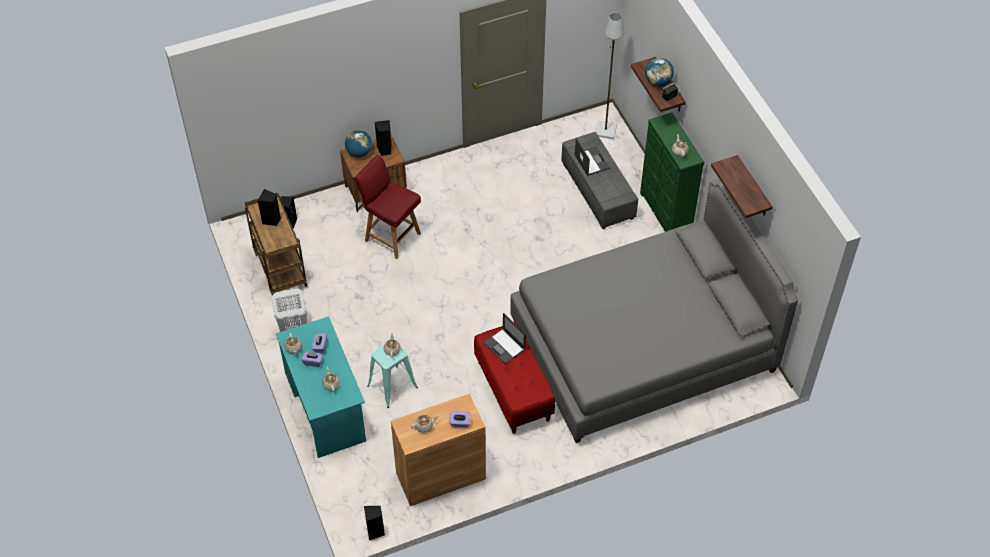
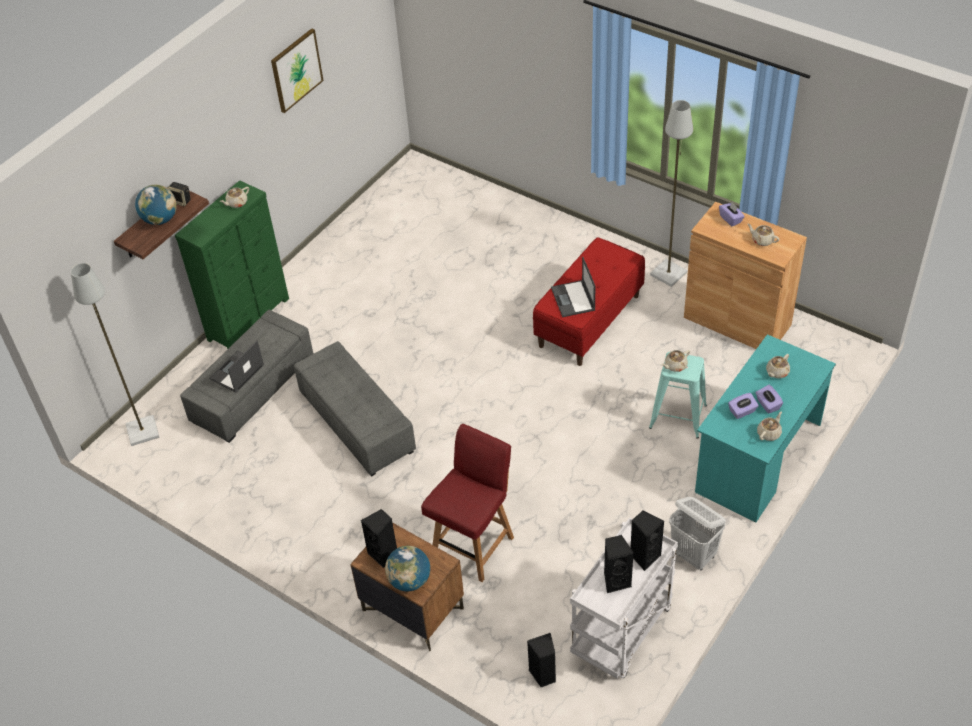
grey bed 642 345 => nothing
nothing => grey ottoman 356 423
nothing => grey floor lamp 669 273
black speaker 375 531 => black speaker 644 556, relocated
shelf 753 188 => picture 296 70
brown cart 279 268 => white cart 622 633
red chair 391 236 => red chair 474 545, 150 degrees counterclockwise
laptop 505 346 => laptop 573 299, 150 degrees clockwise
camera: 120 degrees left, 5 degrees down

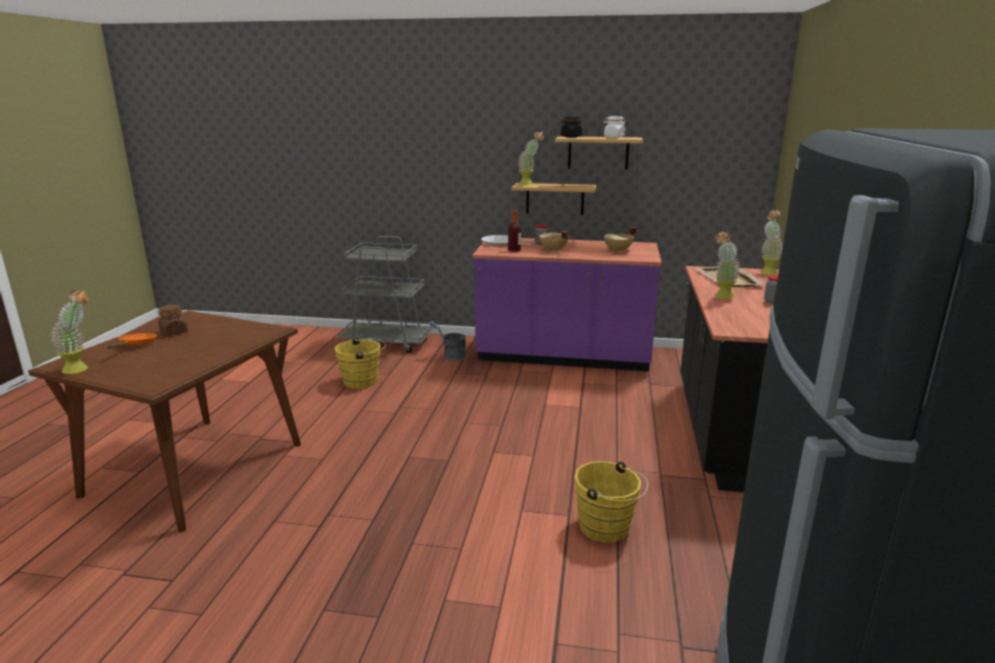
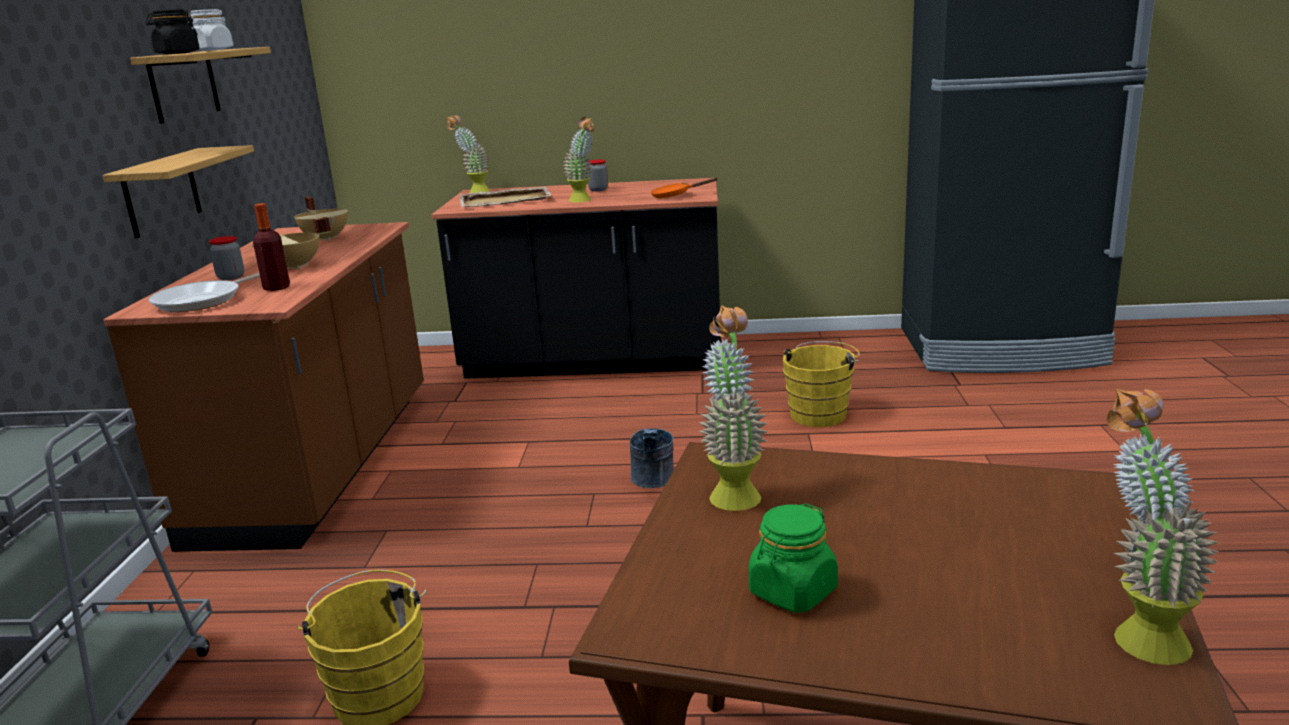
orange frying pan 136 345 => orange frying pan 675 196, relocated
grey bucket 450 356 => grey bucket 653 482, relocated
potted plant 529 184 => potted plant 733 491, relocated
brown jar 174 332 => green jar 792 592
purple counter 563 356 => brown counter 322 465
camera: 95 degrees left, 0 degrees up

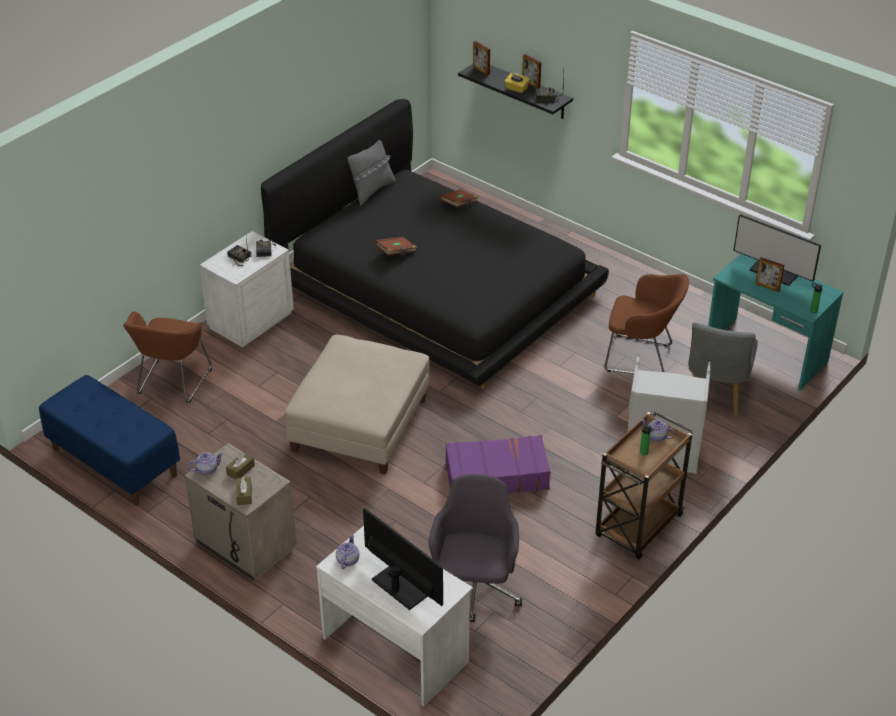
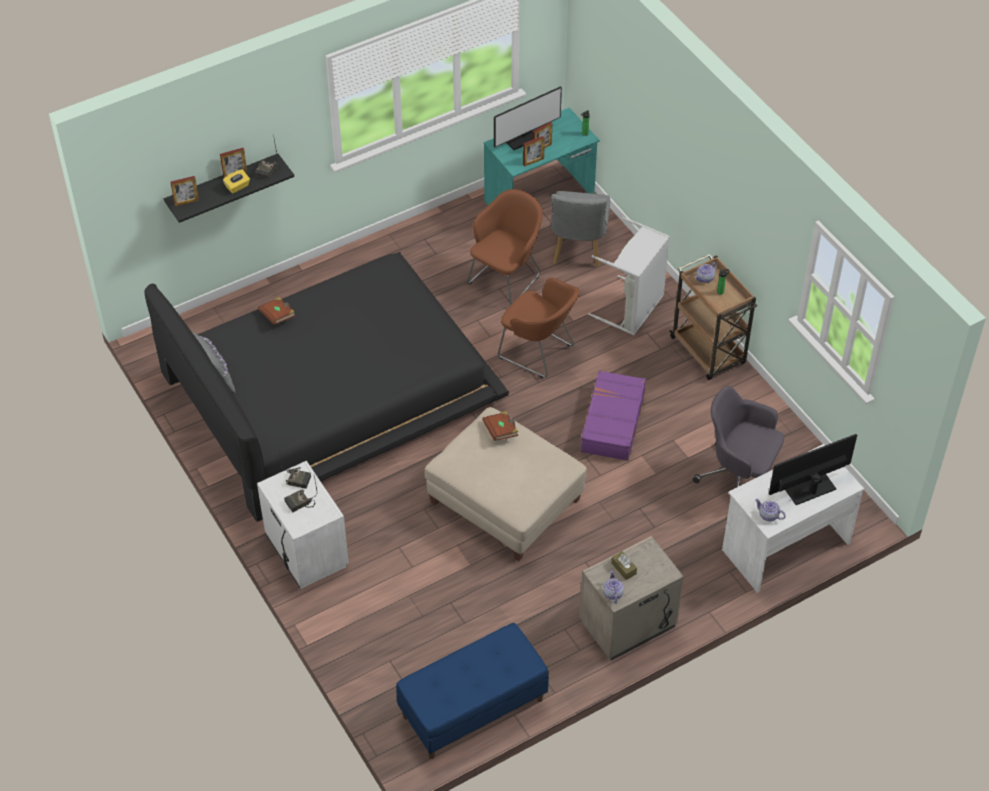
brown tissue box 244 495 => nothing
nothing => picture frame 533 161
brown armchair 172 383 => brown armchair 539 352, relocated
brown book 396 252 => brown book 501 431, relocated
grey chair 715 397 => grey chair 578 250, 60 degrees clockwise
camera: 70 degrees left, 10 degrees up

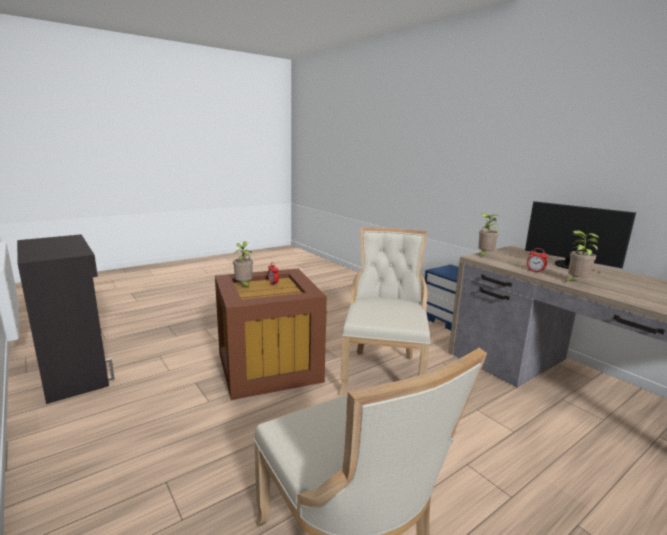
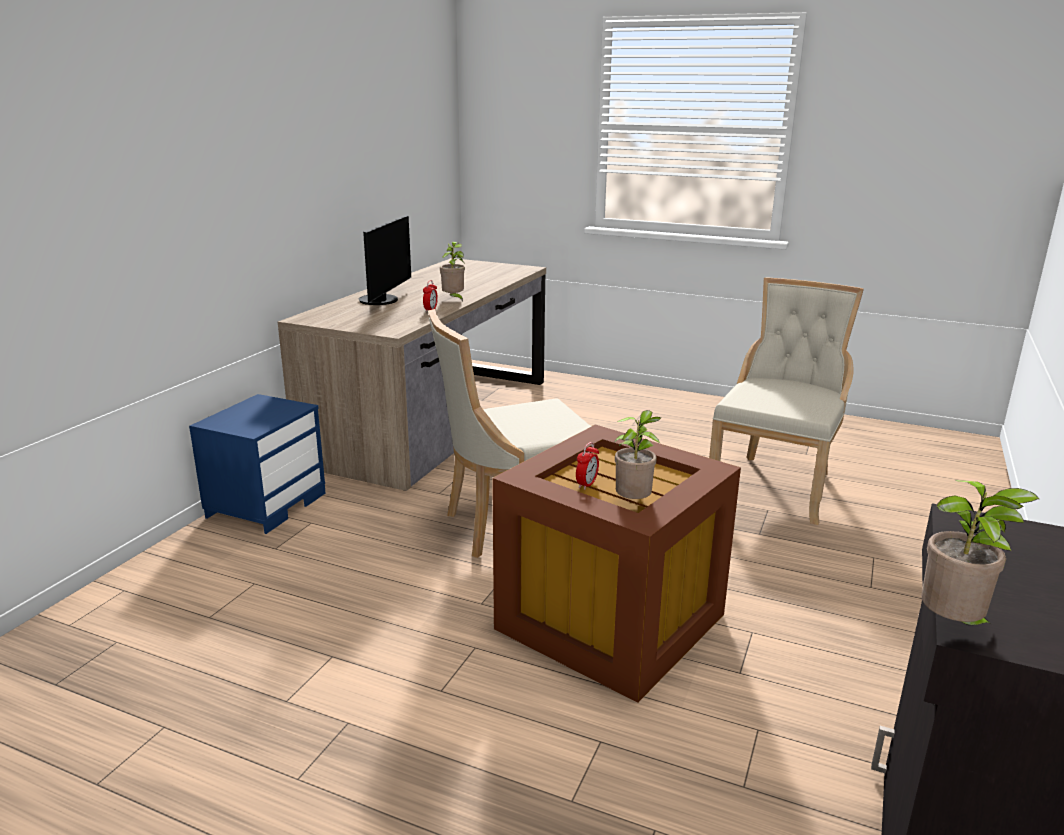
potted plant 484 255 => potted plant 953 627, relocated
camera: 120 degrees left, 5 degrees up

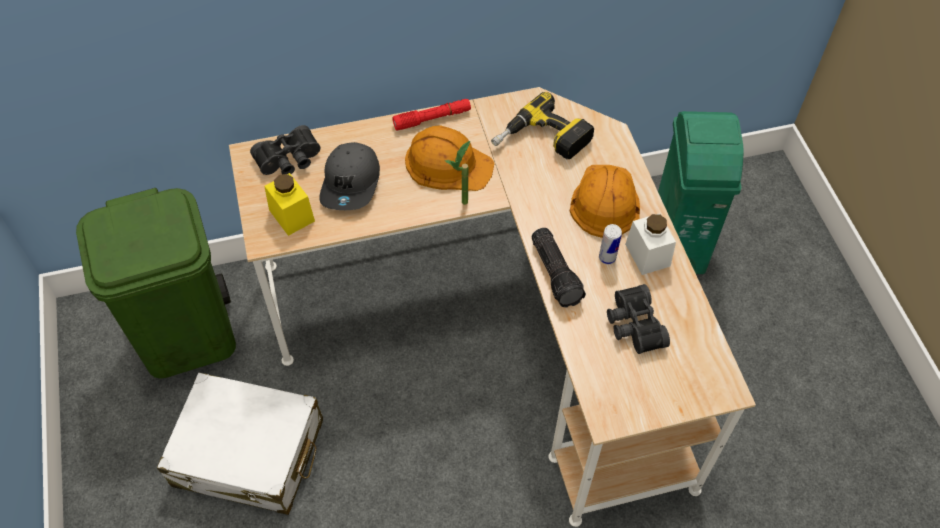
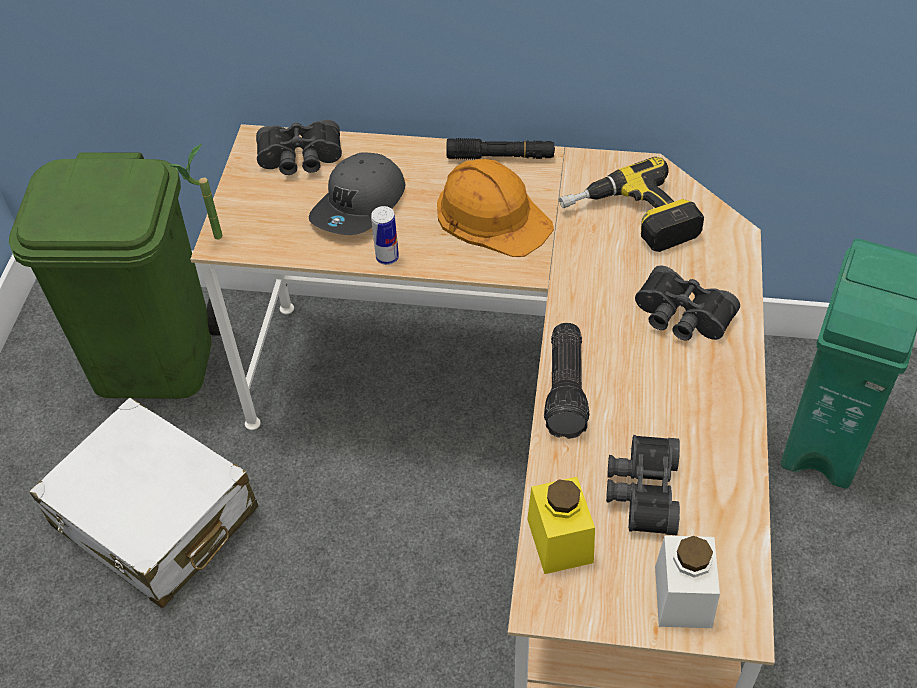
yellow jar 291 215 => yellow jar 560 541, relocated
potted plant 460 206 => potted plant 209 239, relocated
can 607 258 => can 387 257, relocated
white jar 647 255 => white jar 683 596, relocated
orange hard hat 605 201 => black binoculars 681 318
red flashlight 432 119 => black flashlight 500 157
camera: 25 degrees right, 5 degrees down

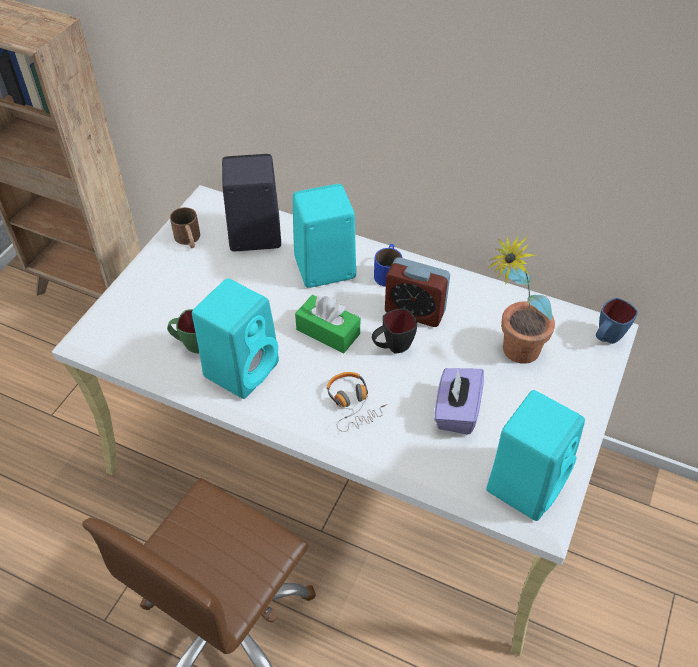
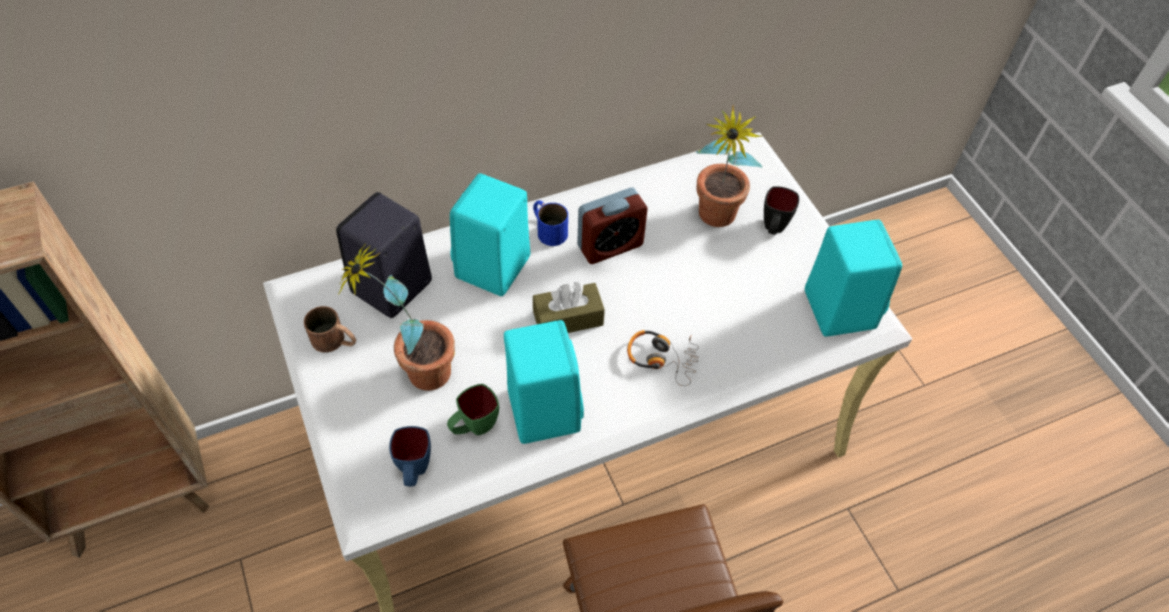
purple tissue box 456 411 => nothing
nothing => potted plant 415 371
black mug 392 347 => black mug 773 229, relocated
blue mug 606 339 => blue mug 414 472, relocated
green tissue box 328 332 => brown tissue box 568 318
camera: 50 degrees left, 5 degrees up

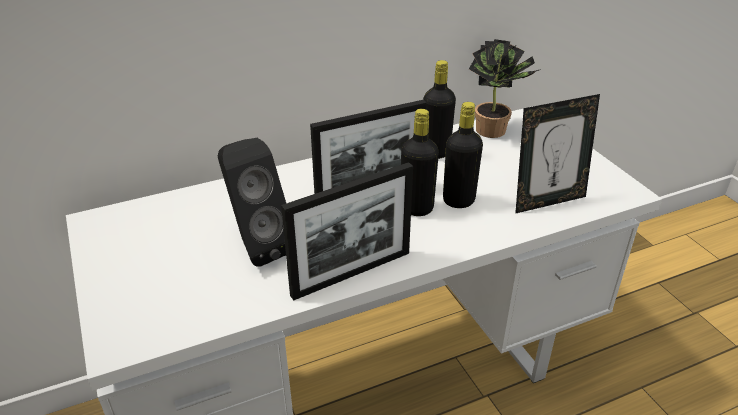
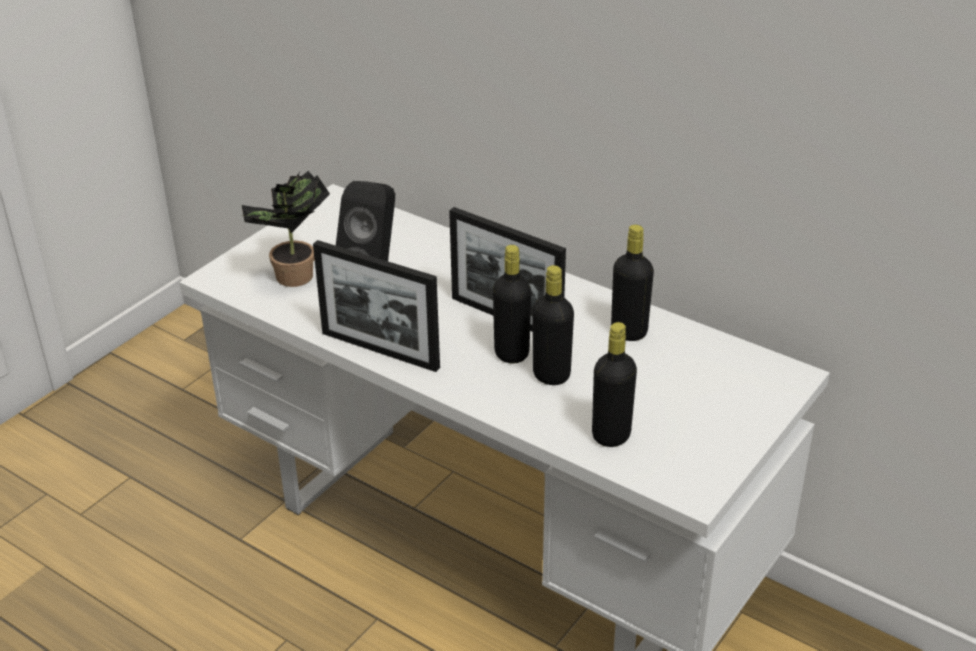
potted plant 495 131 => potted plant 293 279, relocated
picture frame 547 201 => black bottle 611 435
camera: 60 degrees right, 0 degrees up

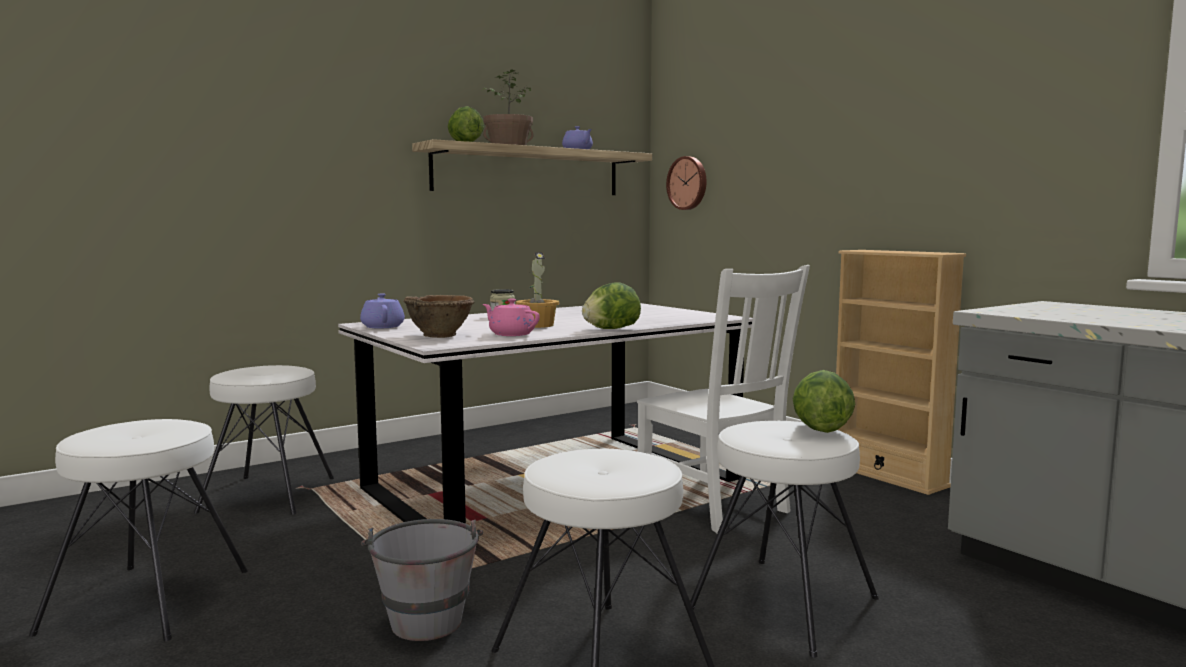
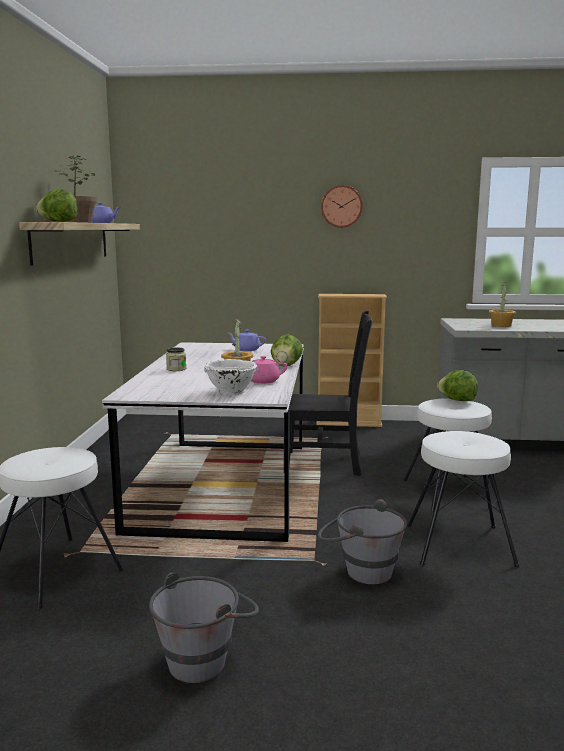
nothing => potted plant 501 325
purple teapot 382 326 => purple teapot 246 349, relocated
wall clock 688 183 => wall clock 341 206, relocated
white stool 149 600 => grey bucket 206 657
brown bowl 440 335 => white bowl 231 391
white chair 715 506 => black chair 326 463
camera: 50 degrees left, 5 degrees up

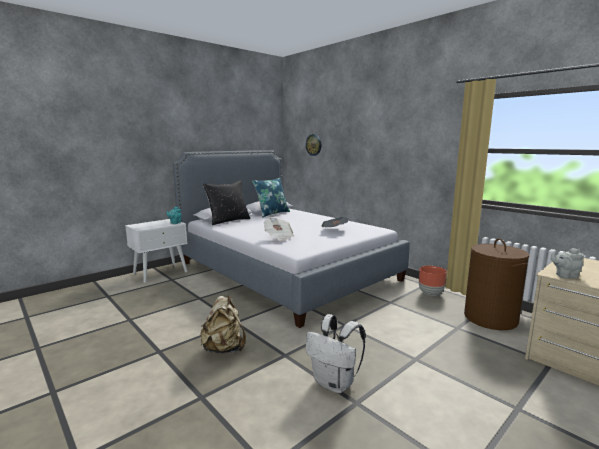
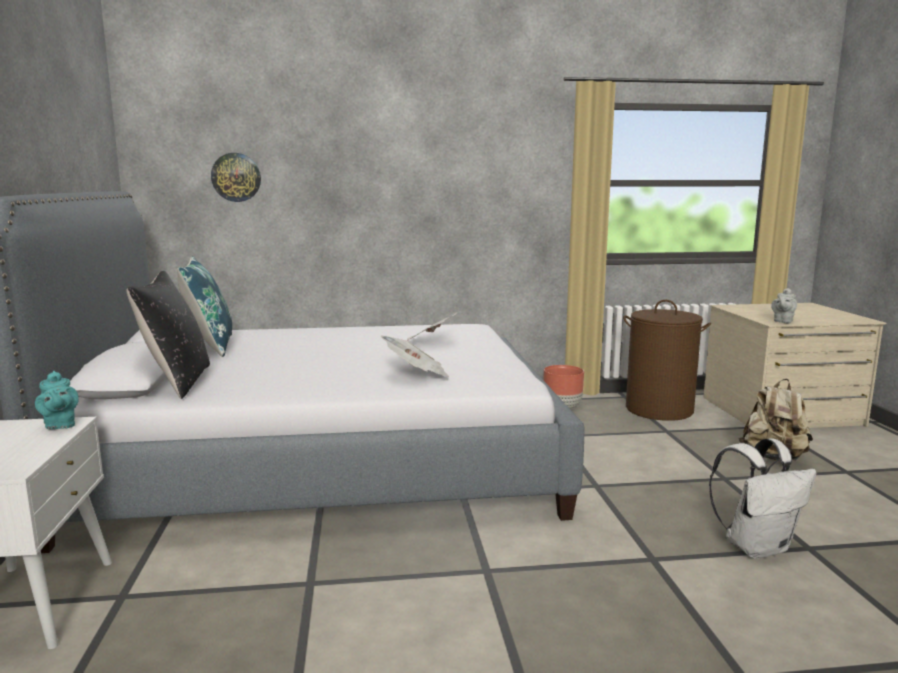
beige backpack 224 349 => beige backpack 774 459, relocated
camera: 55 degrees left, 0 degrees up

